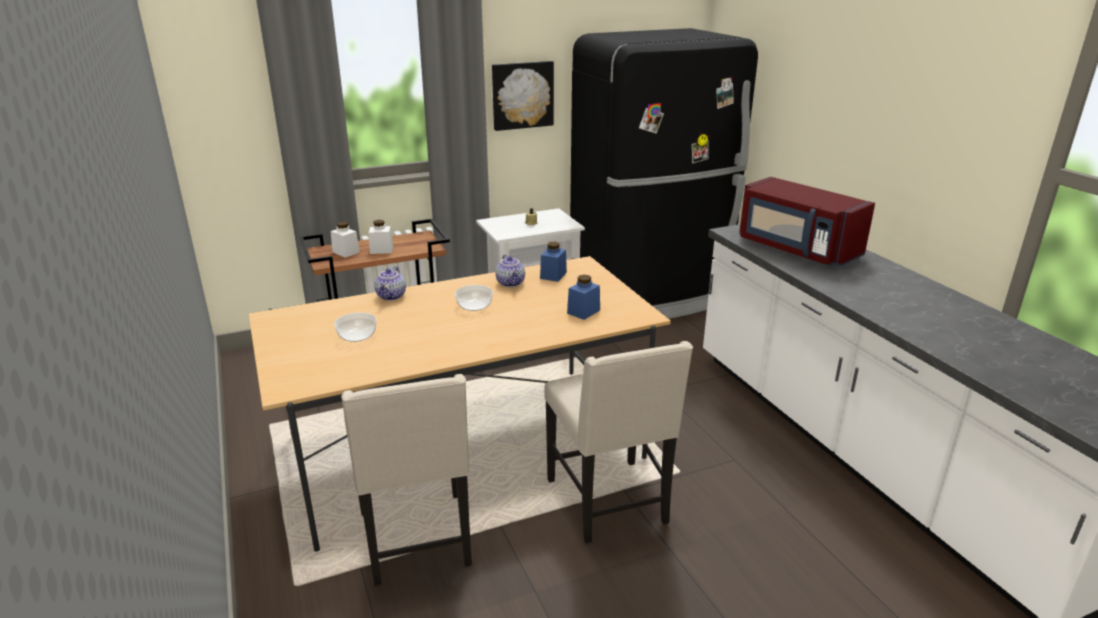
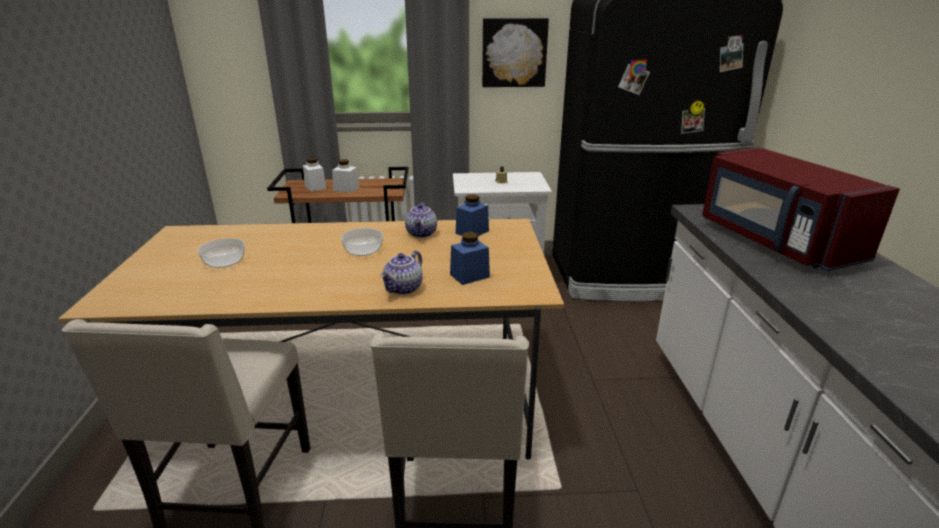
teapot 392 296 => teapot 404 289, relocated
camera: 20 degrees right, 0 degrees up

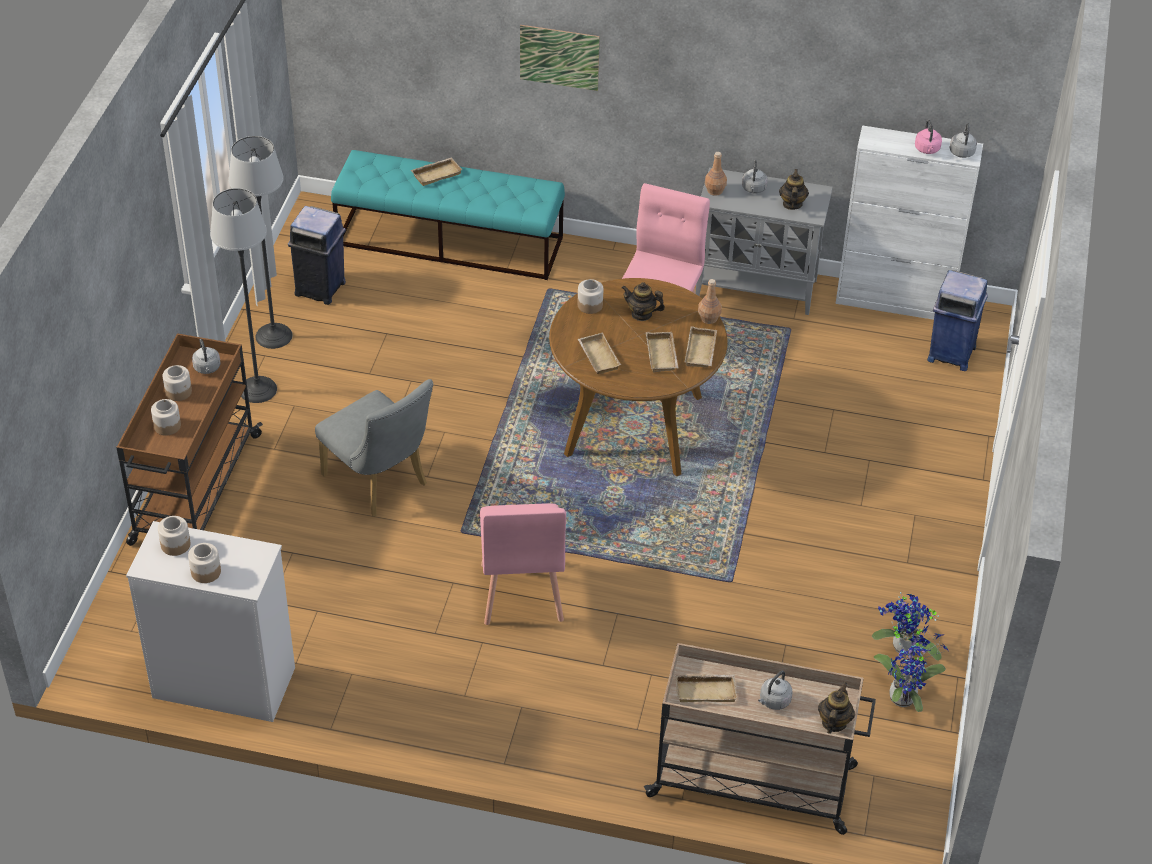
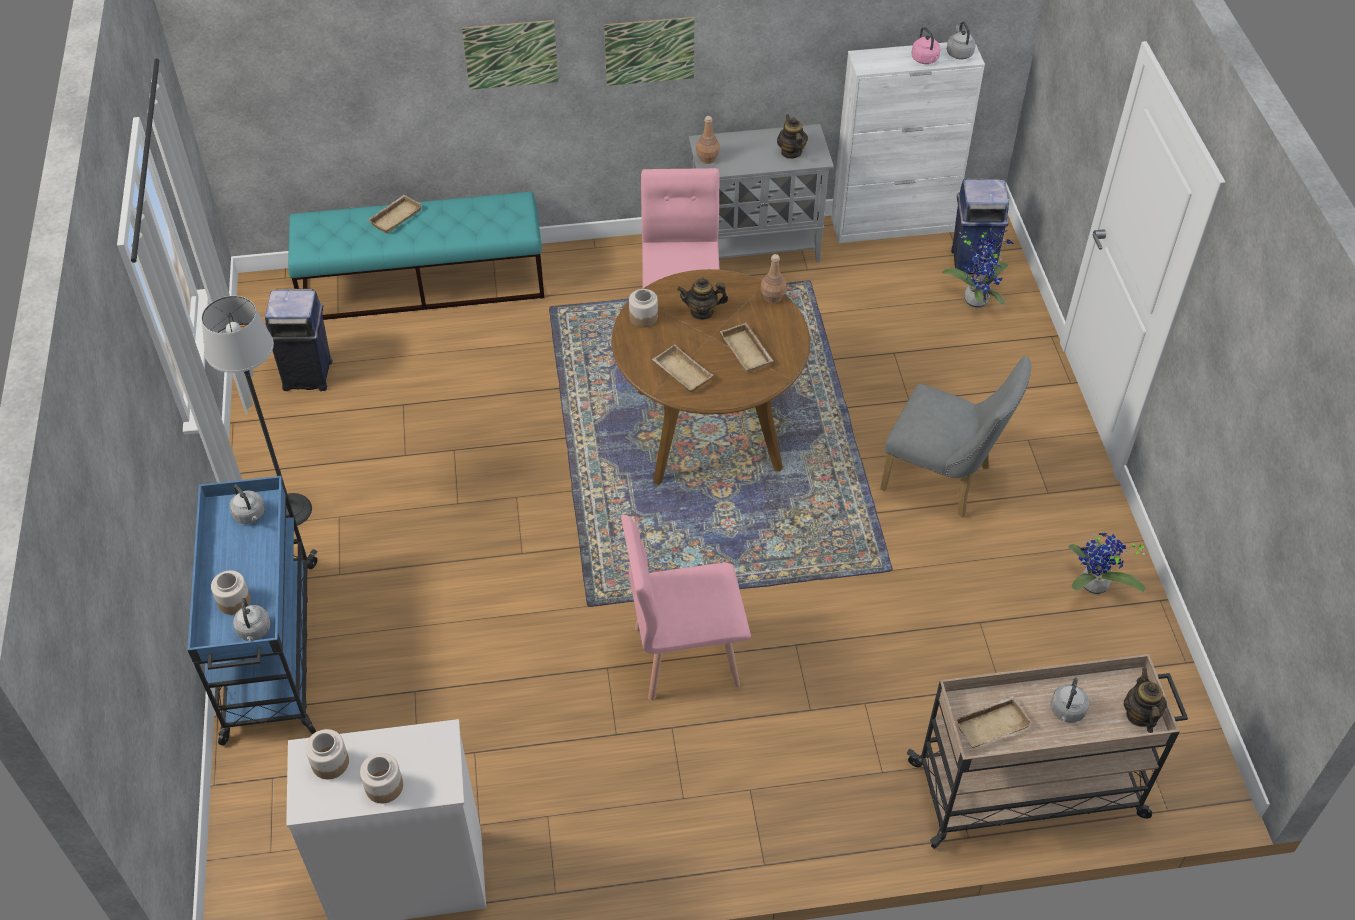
jar 179 392 => nothing
floor lamp 274 335 => nothing
beige tray 701 352 => nothing
nothing => picture 649 51
grey chair 380 483 => grey chair 943 480, relocated
grey kettle 753 189 => grey kettle 254 631, relocated
potted plant 904 696 => potted plant 977 299, relocated
brown cart 195 490 => blue cart 270 652
pink chair 521 593 => pink chair 685 655, 105 degrees clockwise
camera: 20 degrees left, 5 degrees up

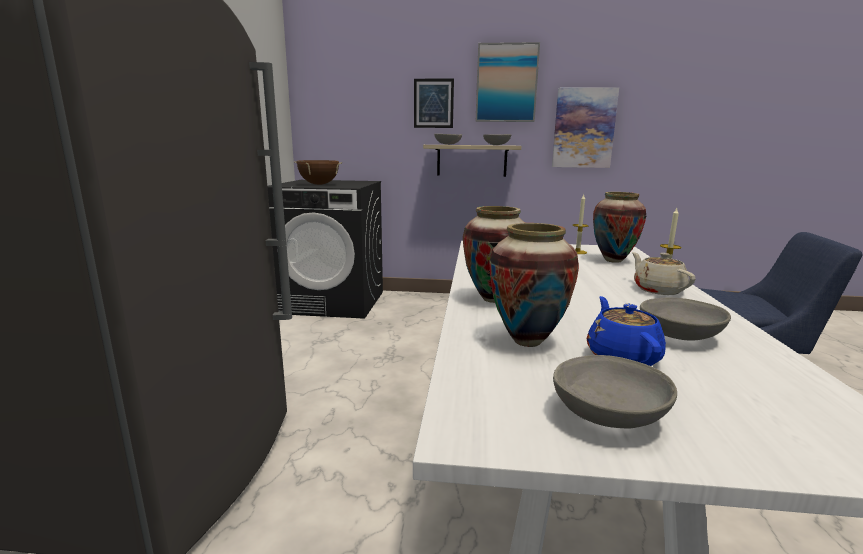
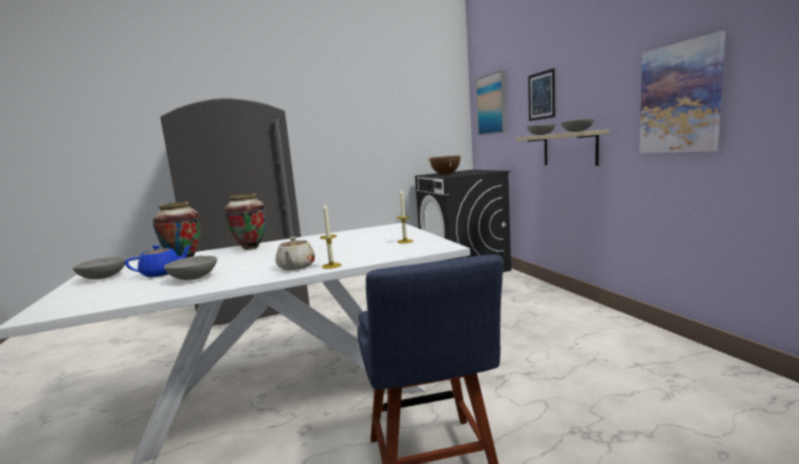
vase 613 260 => nothing
picture 506 83 => picture 492 104, relocated
beige teapot 657 290 => beige teapot 296 267, 135 degrees clockwise
camera: 65 degrees right, 5 degrees down

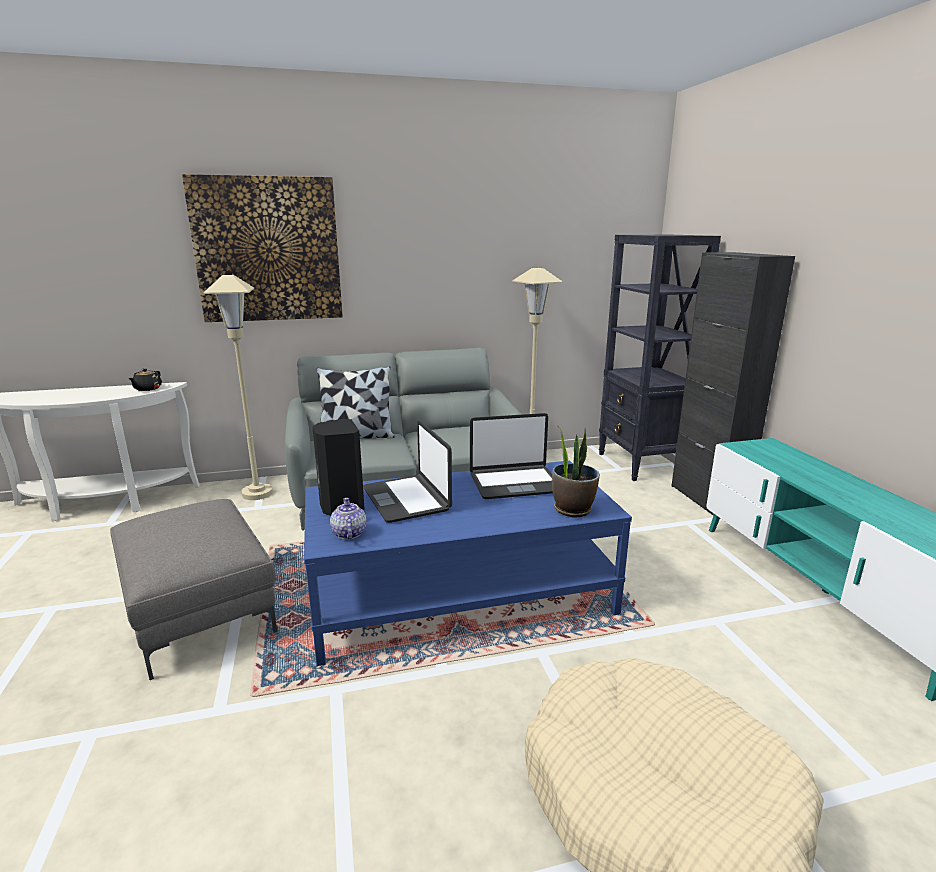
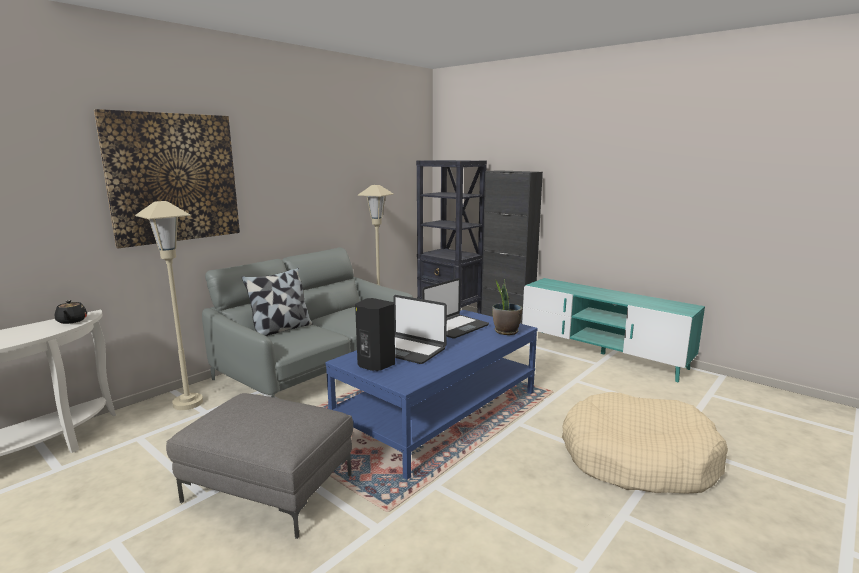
teapot 348 533 => nothing
camera: 35 degrees left, 5 degrees down

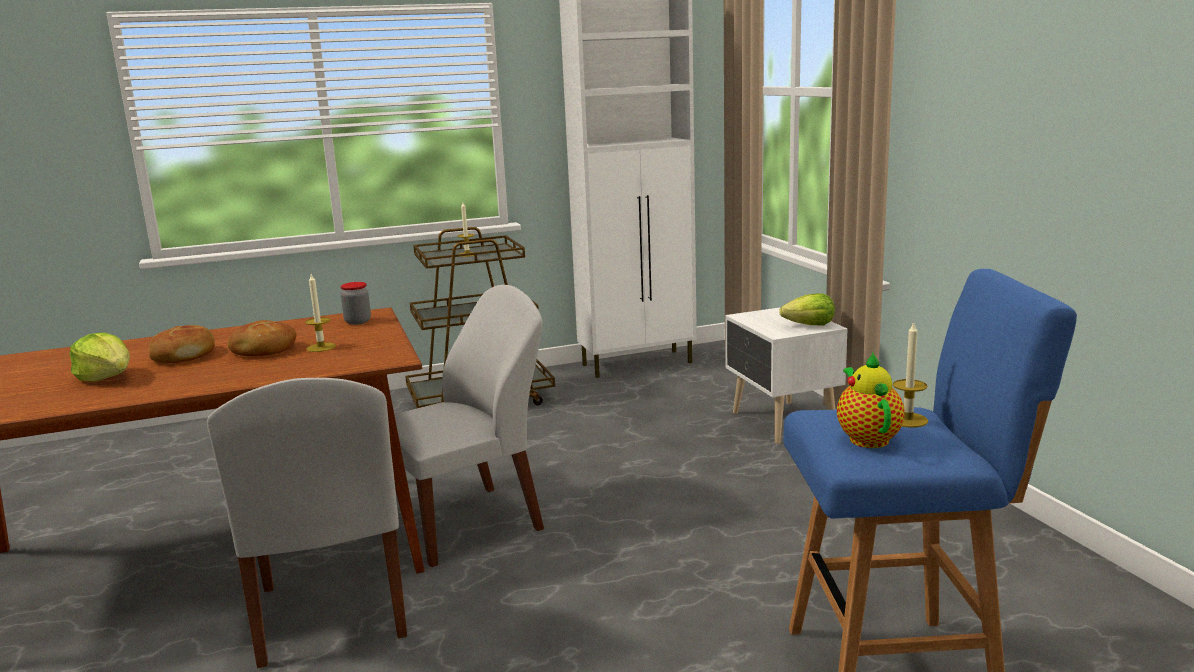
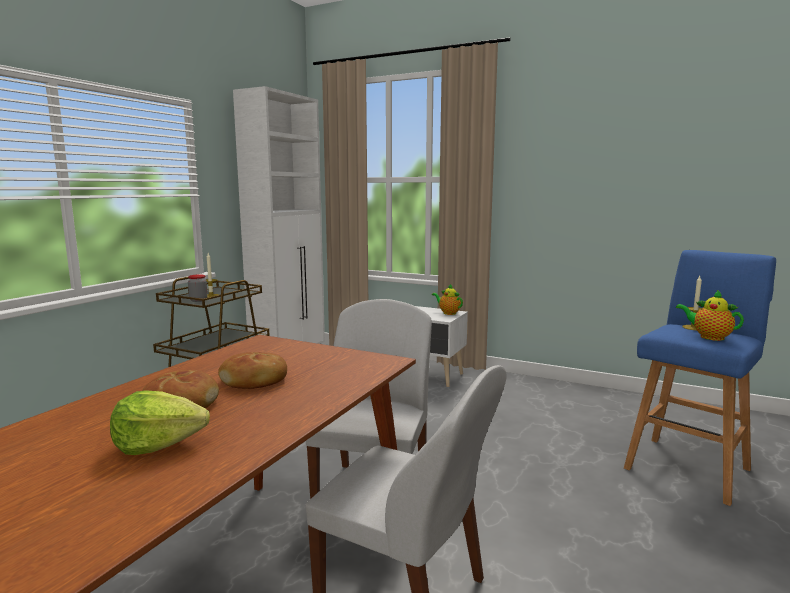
candle 321 347 => nothing
jar 358 321 => jar 198 300, relocated
lettuce 809 325 => teapot 448 313
camera: 45 degrees left, 5 degrees down

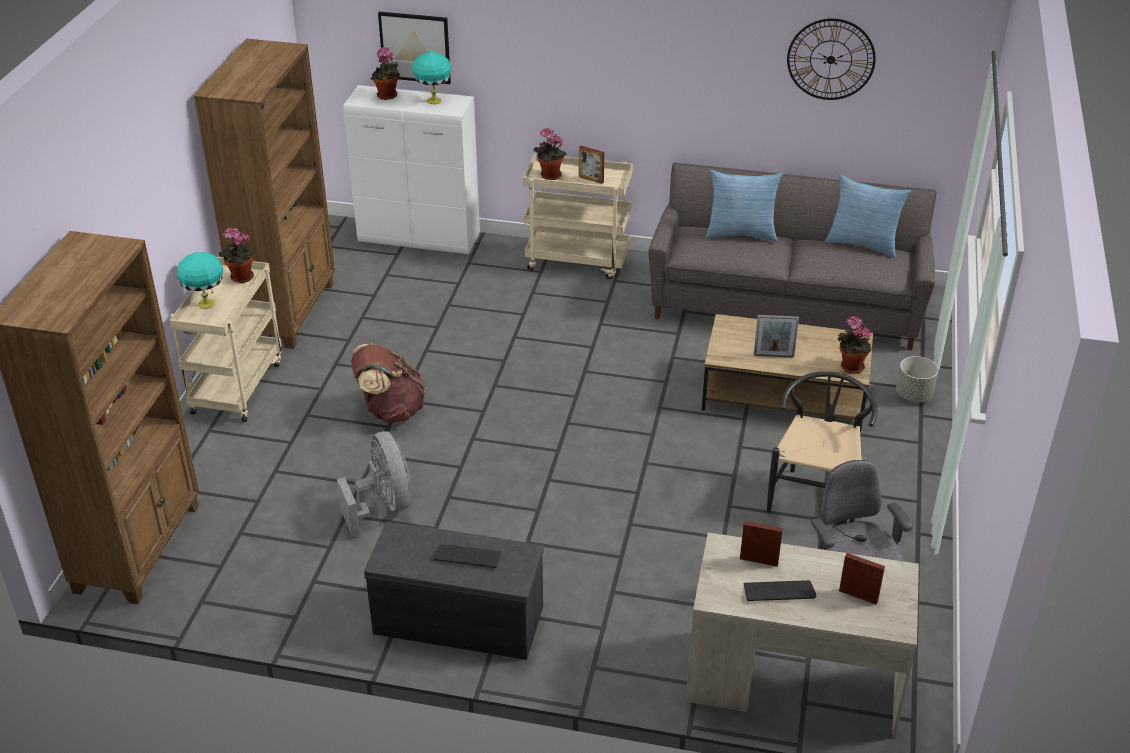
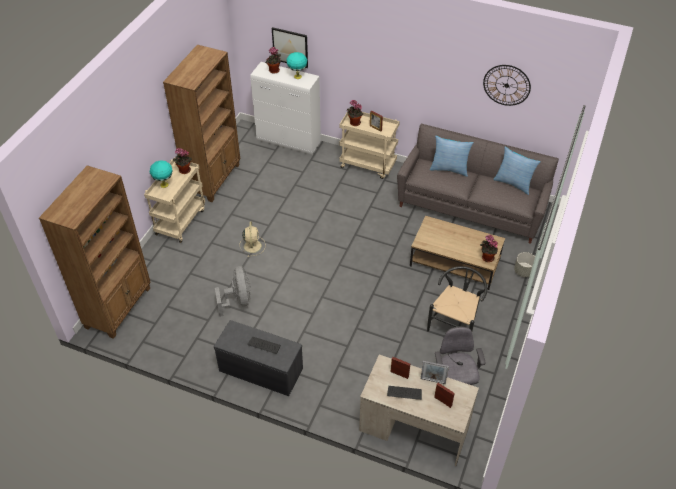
picture frame 773 356 => picture frame 433 381, relocated
brown backpack 390 410 => beige fan 252 245
camera: 10 degrees right, 10 degrees up

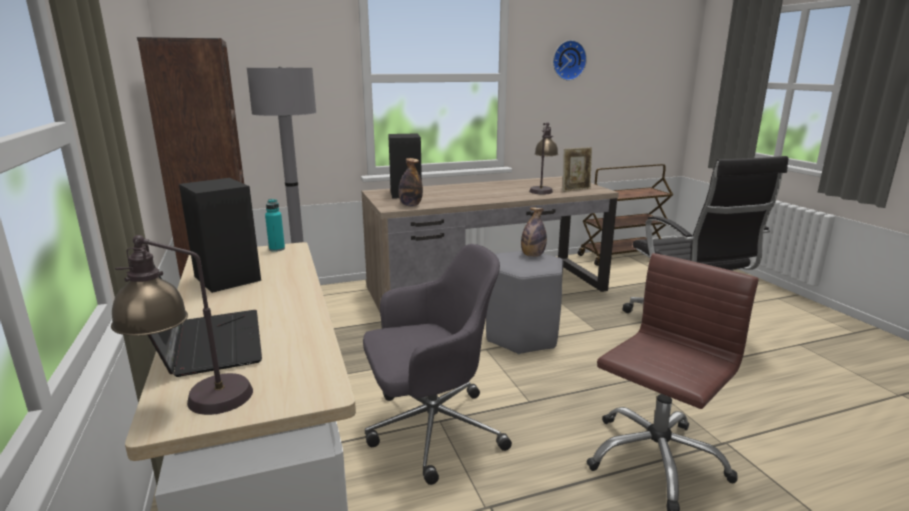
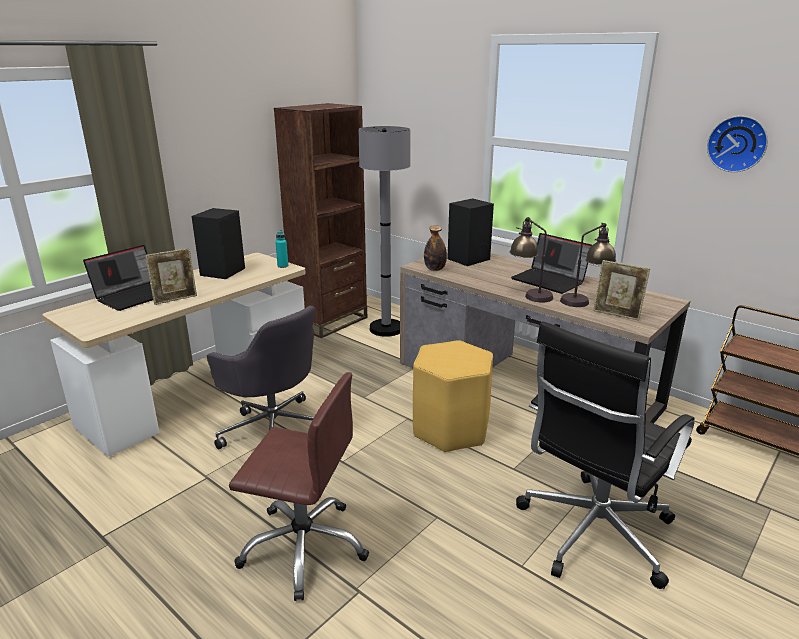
bottle 532 255 => nothing
nothing => picture frame 175 299
nothing => laptop 550 280
table lamp 194 401 => table lamp 529 294, relocated
grey stool 522 336 => yellow stool 450 429
camera: 60 degrees right, 5 degrees up

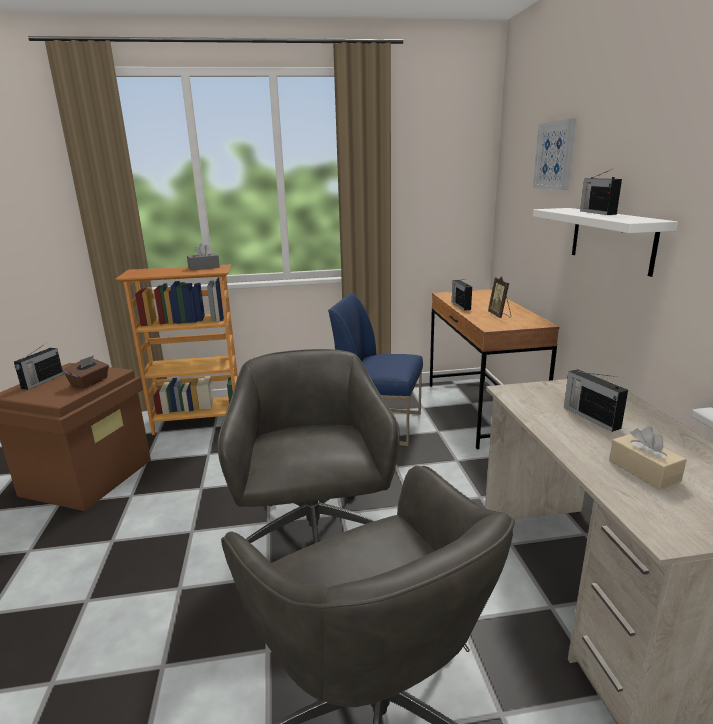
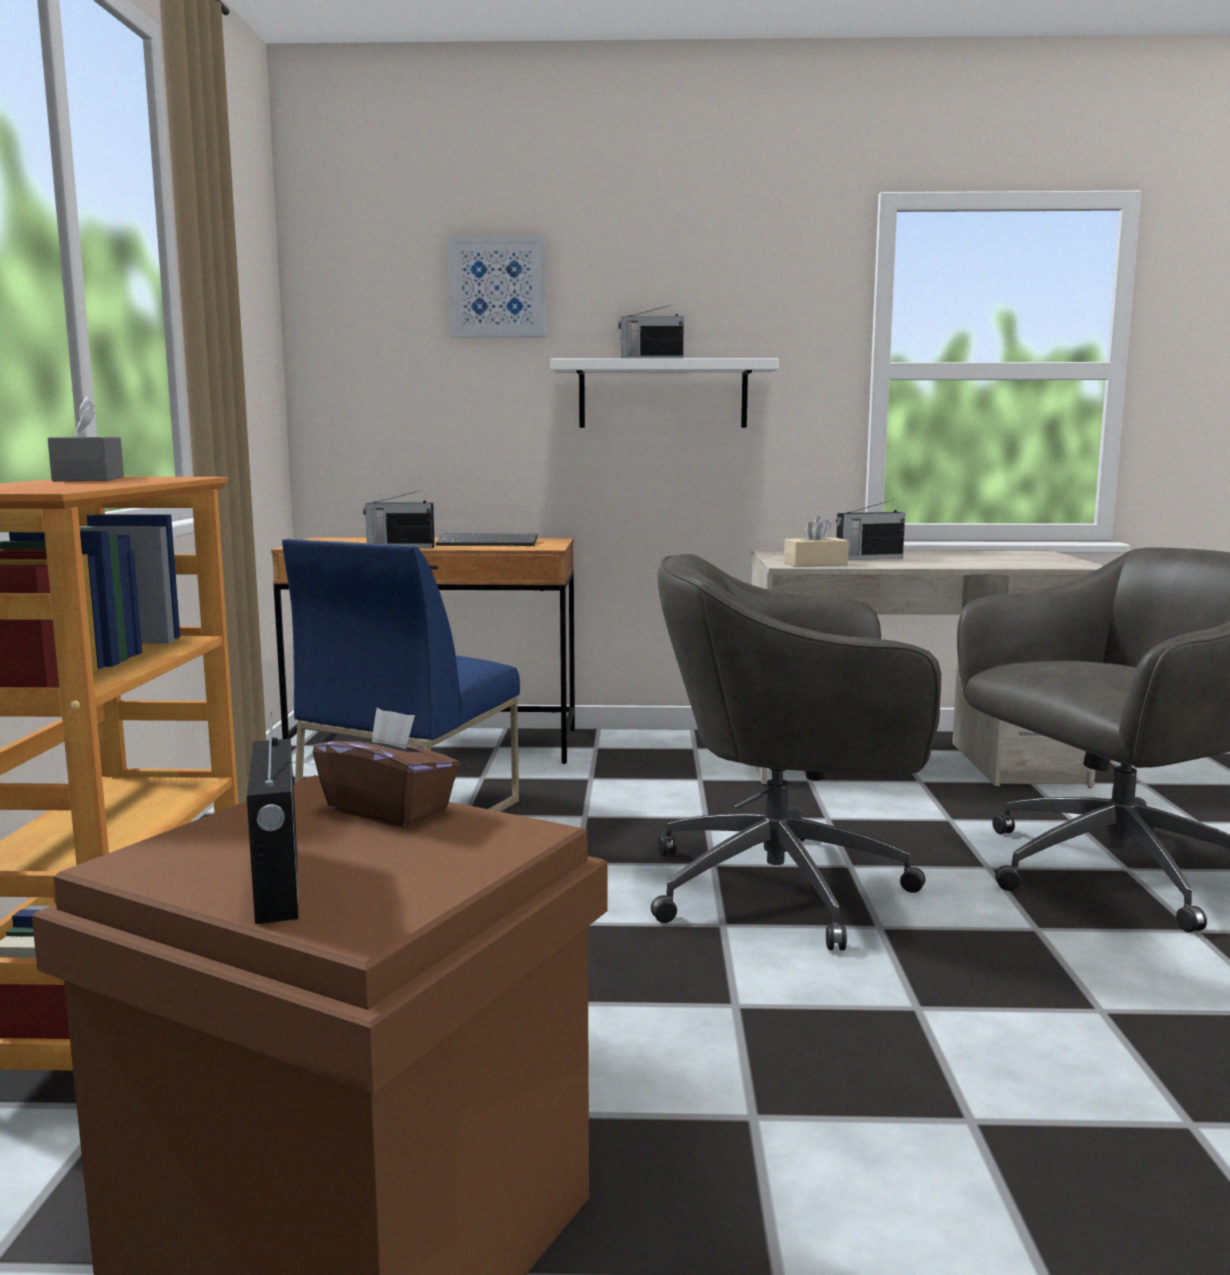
beige tissue box 643 471 => beige tissue box 815 564, relocated
picture frame 500 315 => keyboard 489 543
radio 42 381 => radio 276 884, 45 degrees clockwise
camera: 80 degrees left, 10 degrees down

